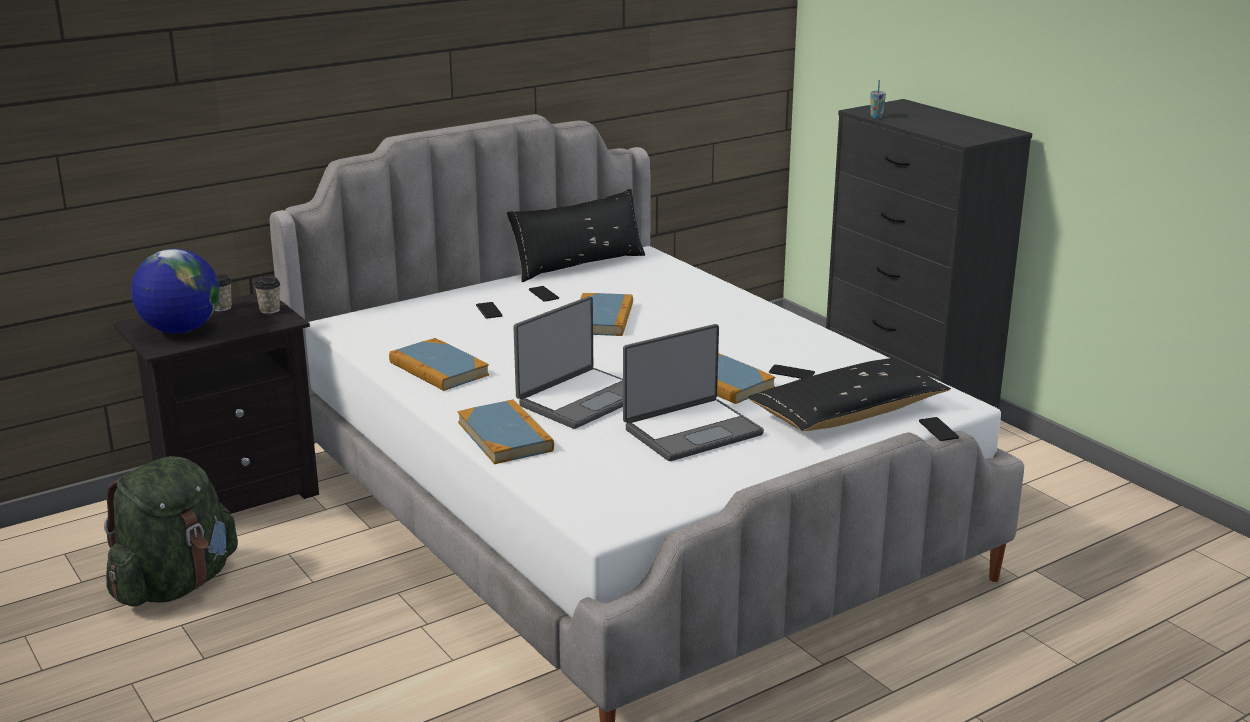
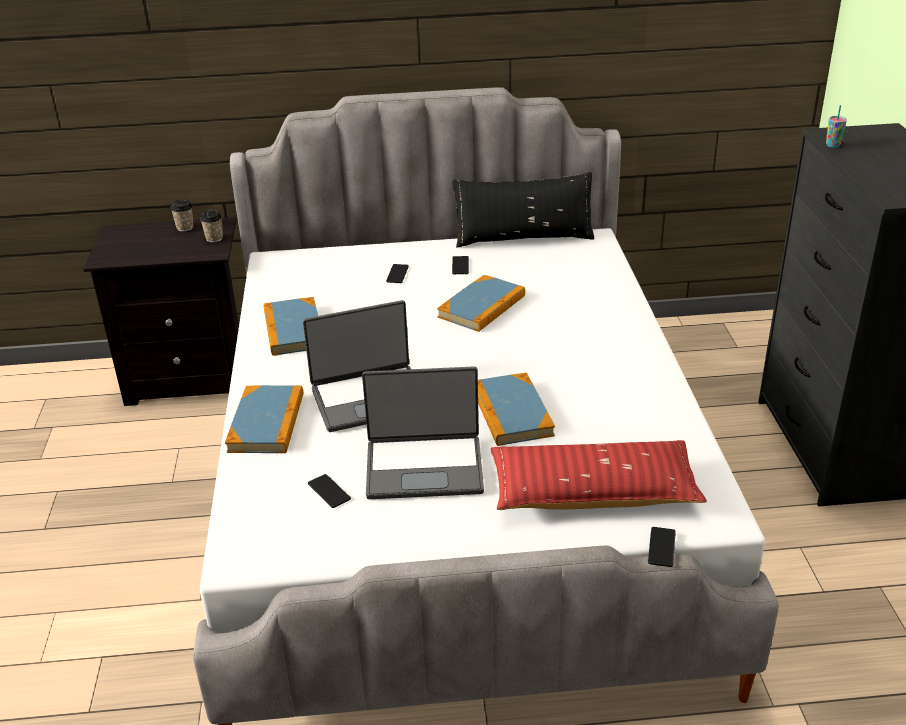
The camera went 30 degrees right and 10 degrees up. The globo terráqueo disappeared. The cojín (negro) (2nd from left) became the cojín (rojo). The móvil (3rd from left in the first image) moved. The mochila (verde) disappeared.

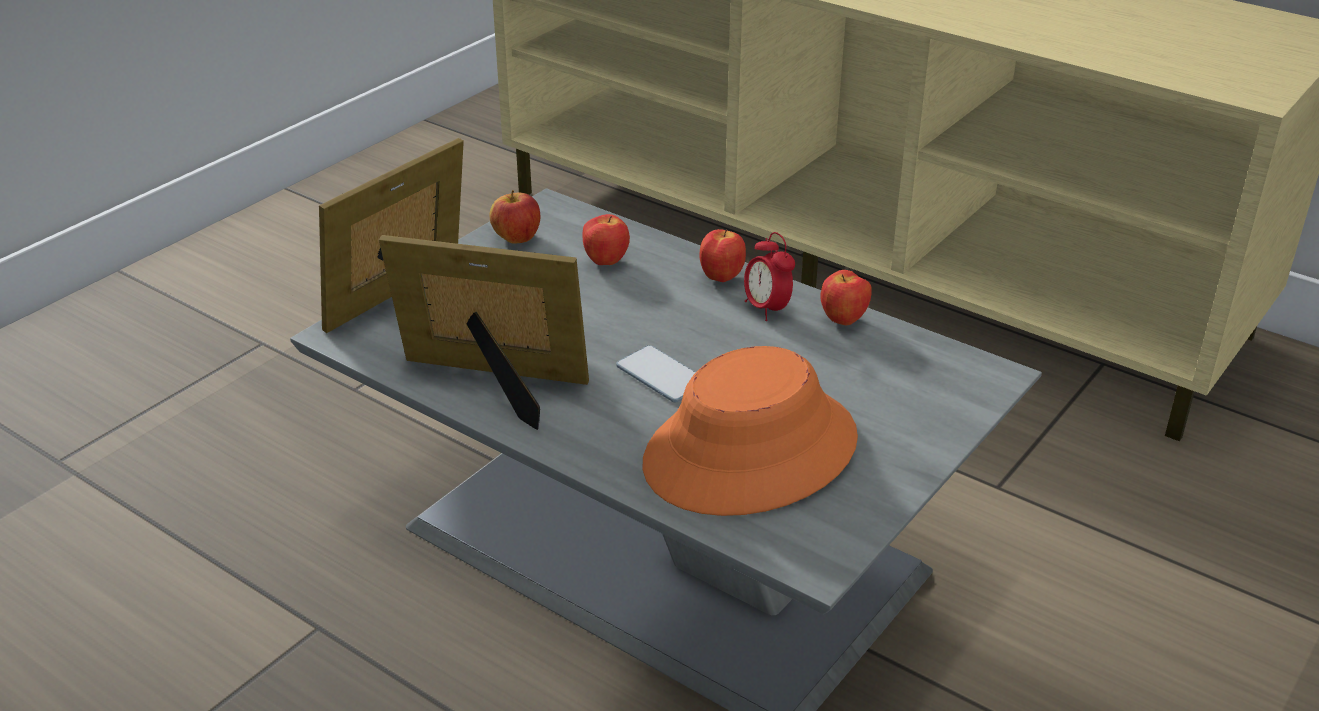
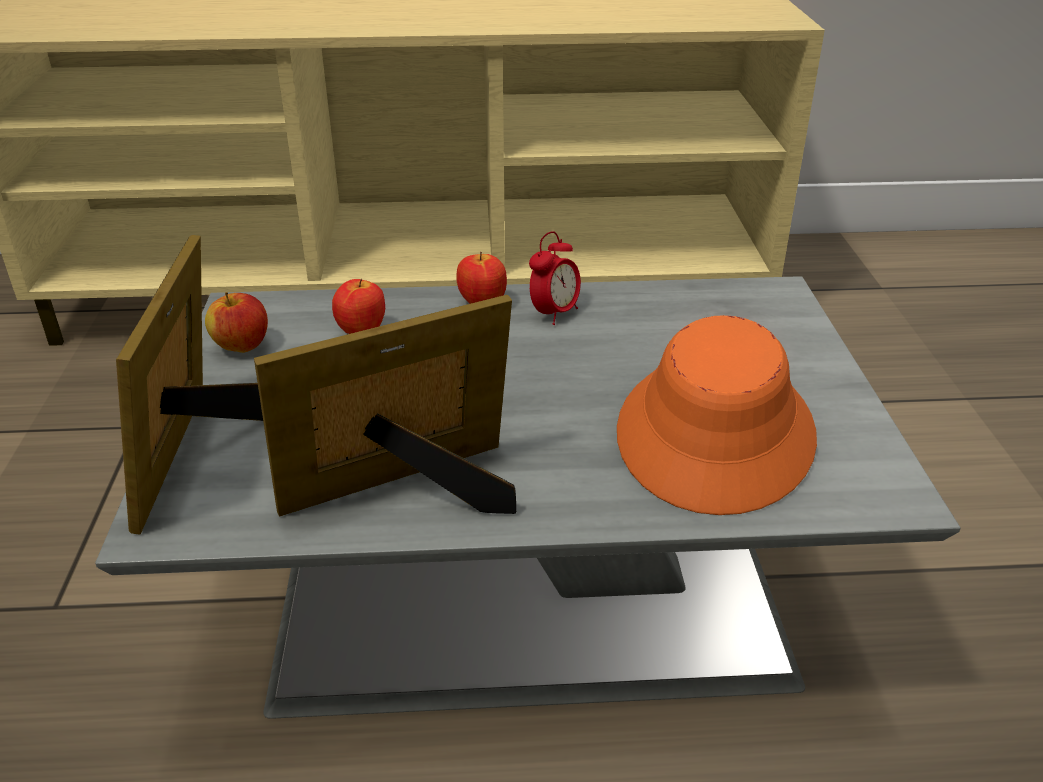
The camera went 40 degrees left and 0 degrees up. The despertador turned 75 degrees counterclockwise. The manzana (4th from left) disappeared. The móvil disappeared.

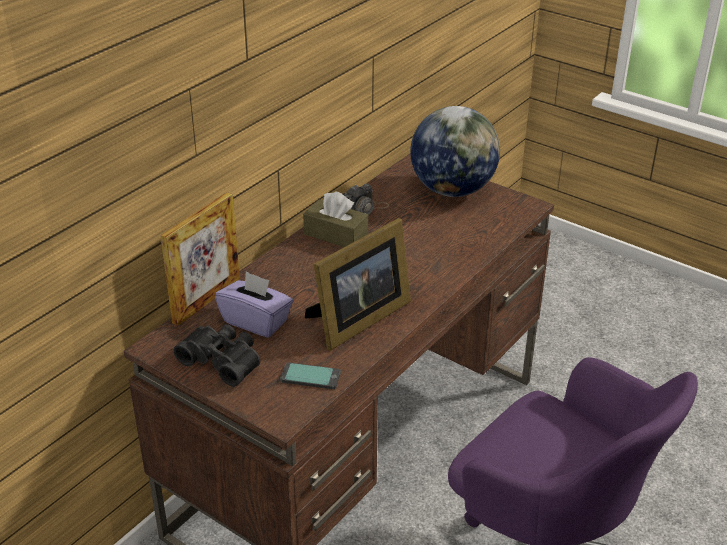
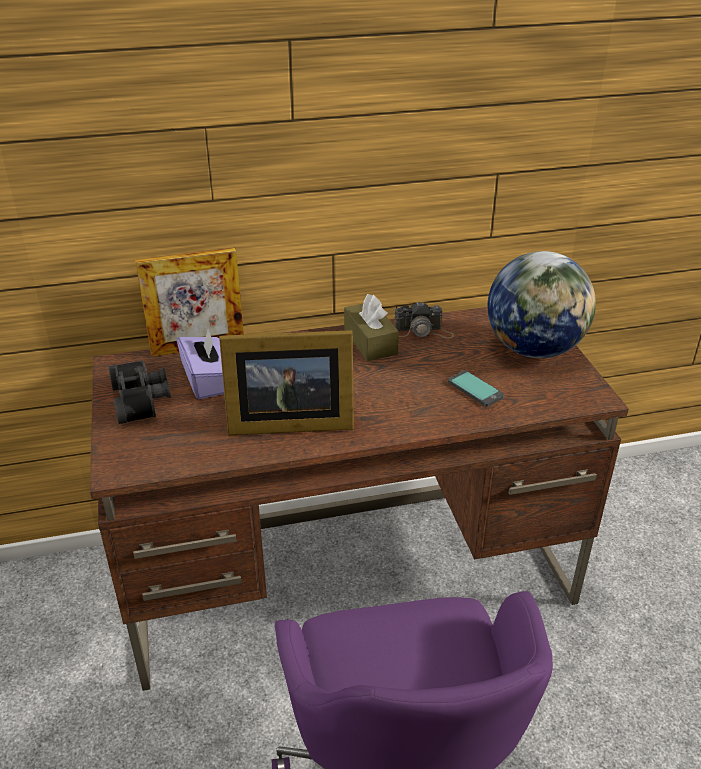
The camera went 40 degrees right and 0 degrees up. The móvil moved.

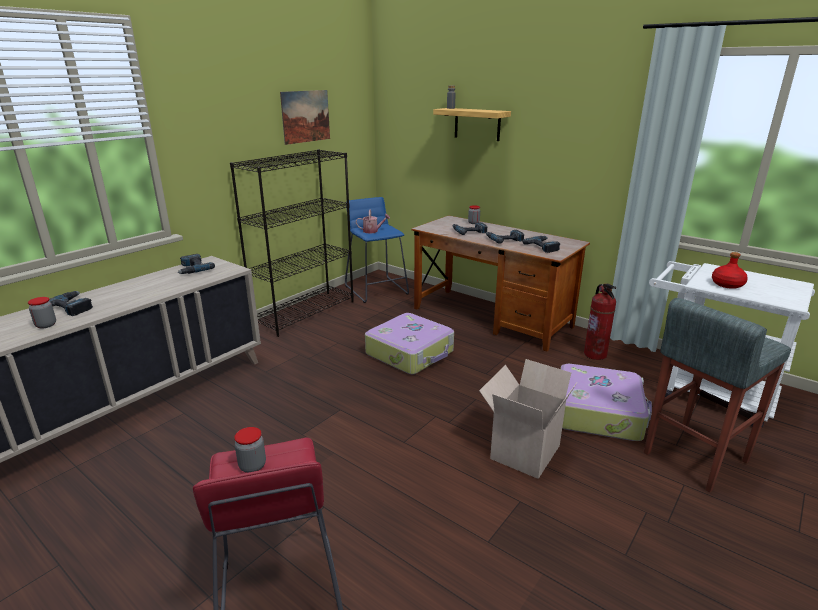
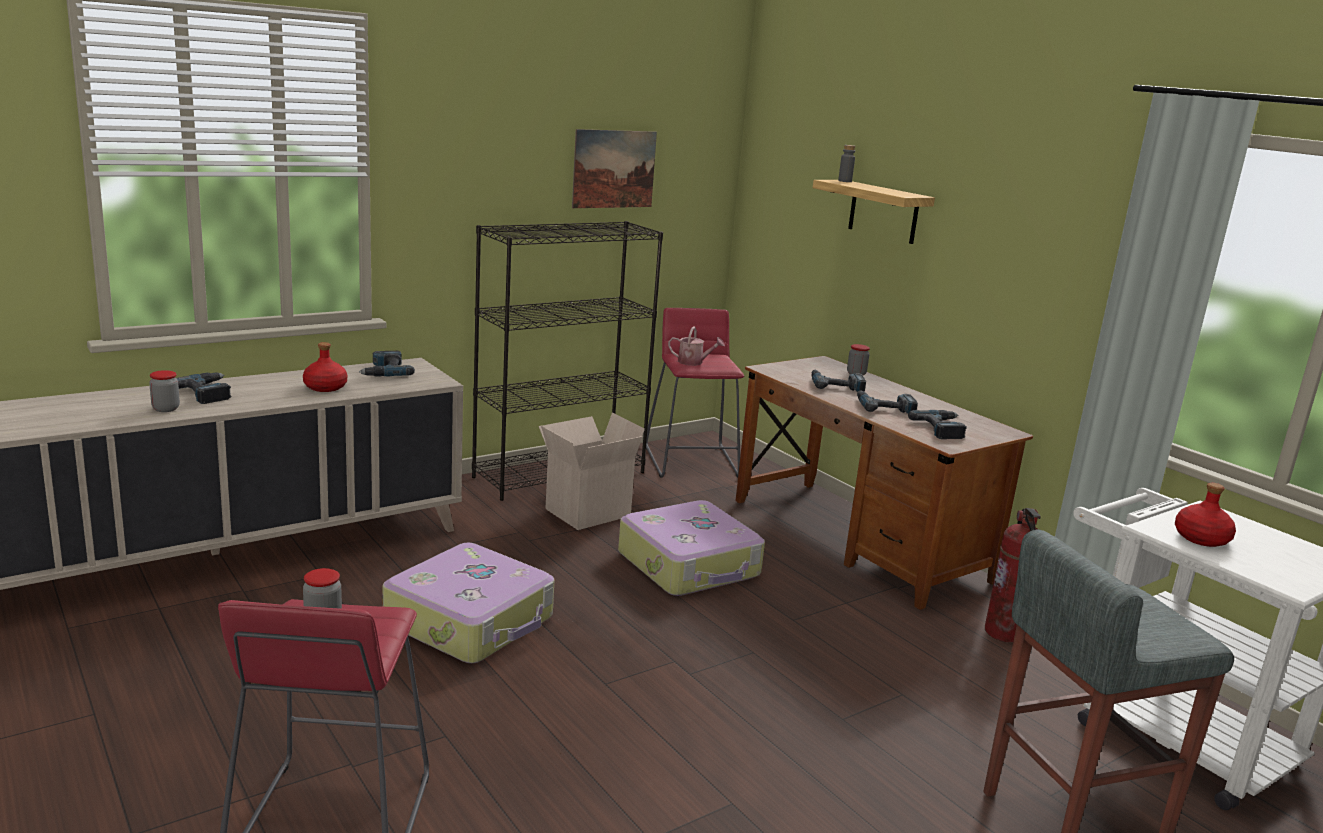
The camera went 15 degrees right and 5 degrees down. The taburete (azul) became the taburete (rojo) (2nd from left). The caja de cartón moved. The maleta (2nd from left in the first image) moved. The botella (rojo) (1st from left) appeared.

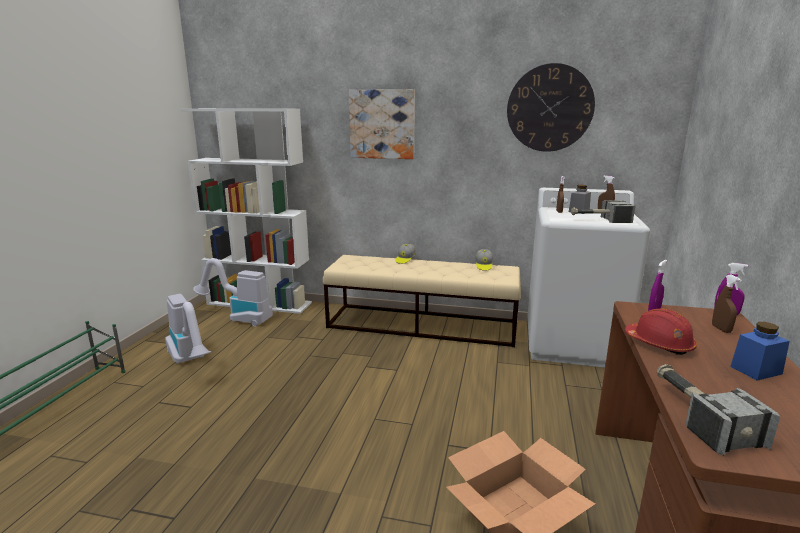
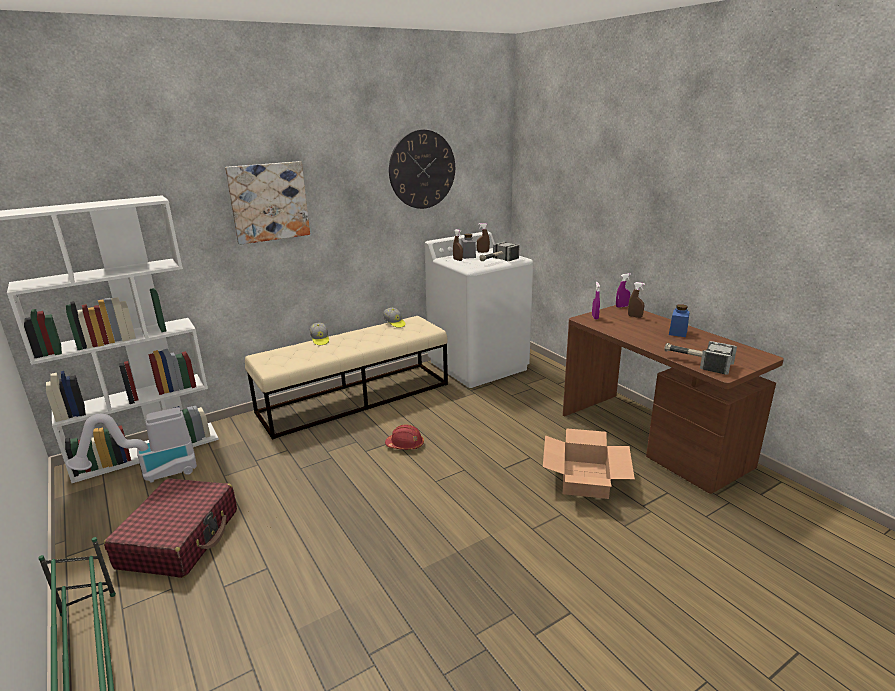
The camera went 45 degrees left and 5 degrees up. The aspiradora (1st from left) was replaced by the maleta (rojo). The casco (rojo) moved.

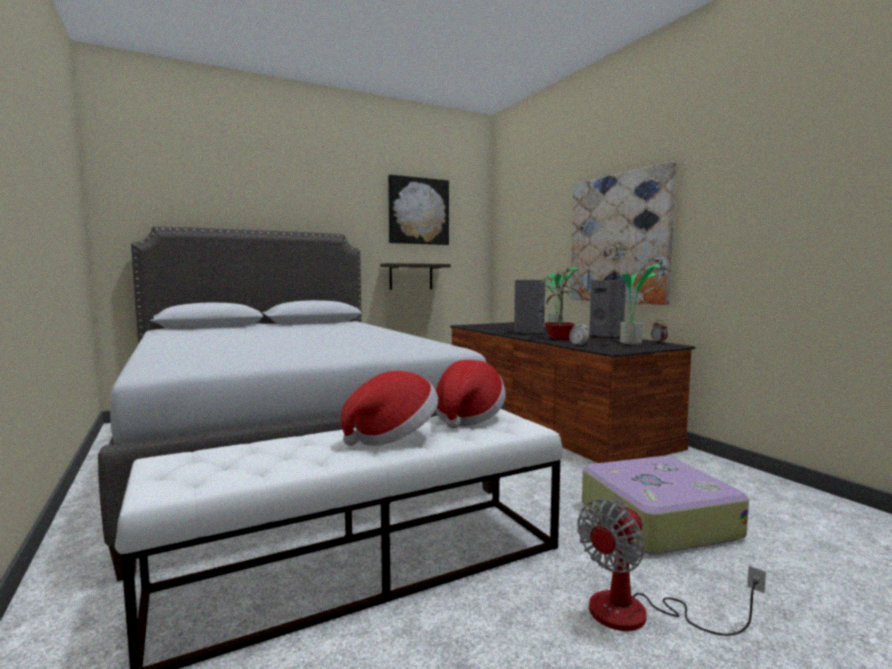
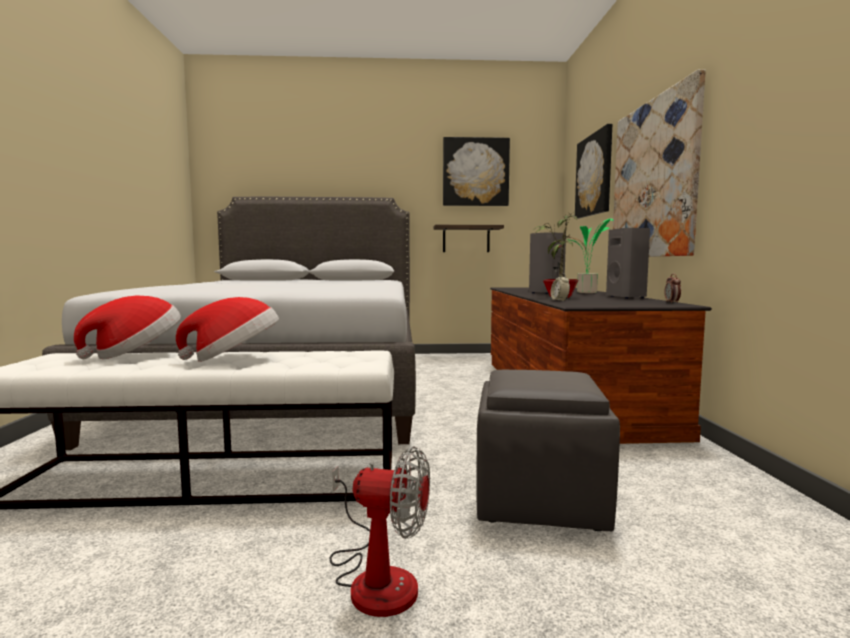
The camera went 25 degrees right and 0 degrees up. The planta en maceta (3rd from left) disappeared. The sombrero (2nd from left in the first image) moved. The maleta was replaced by the puf (gris). The ventilador turned 150 degrees counterclockwise. The cuadro (2nd from left) appeared.

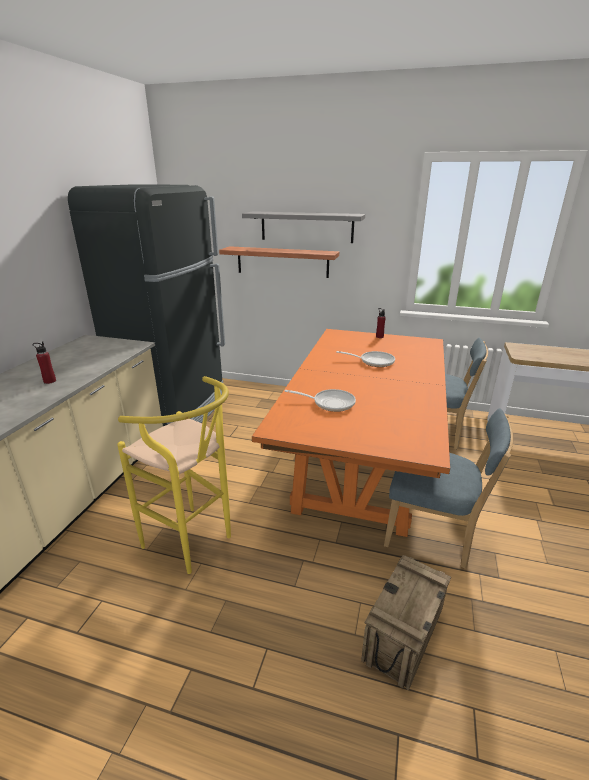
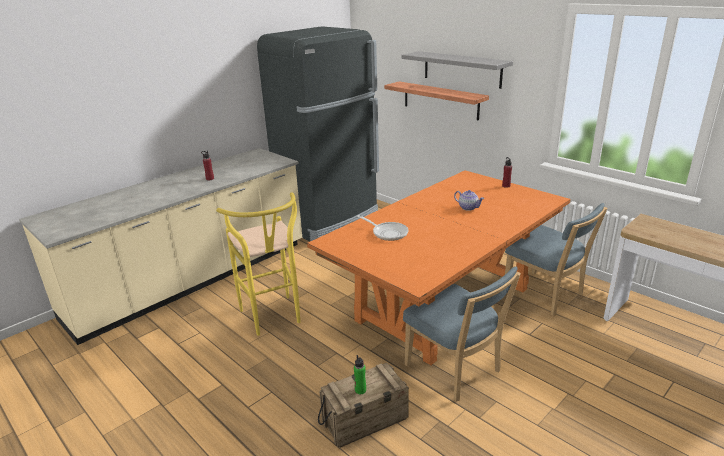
The camera went 30 degrees right and 0 degrees up. The sartén (2nd from left) was replaced by the tetera. The botella (verde) appeared.

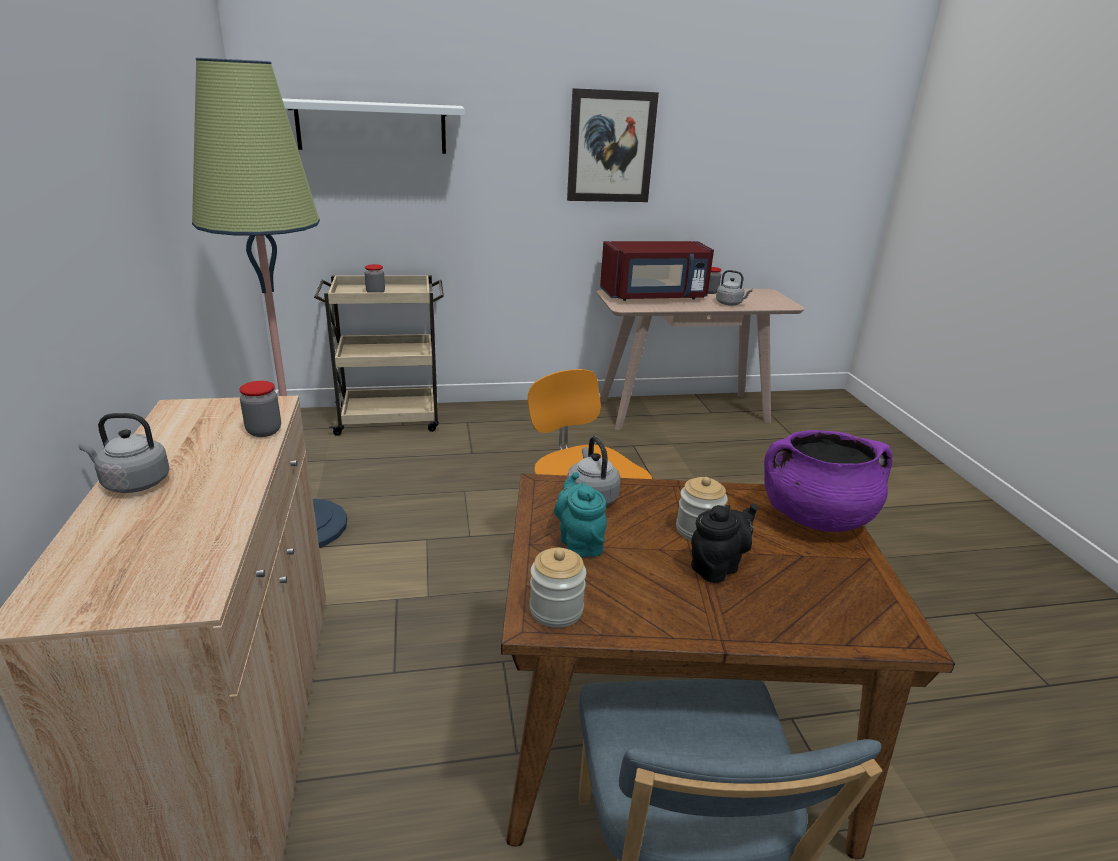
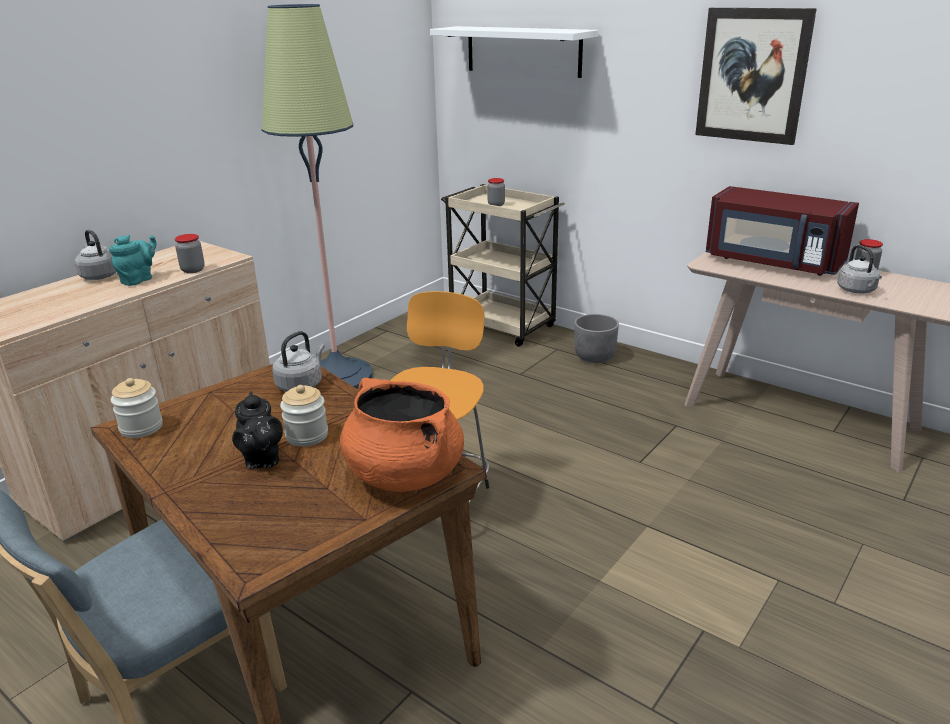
The camera went 50 degrees right and 0 degrees up. The olla (morado) became the olla (naranja). The tetera (turquesa) moved. The tetera (negro) turned 60 degrees clockwise. The maceta (gris) appeared.

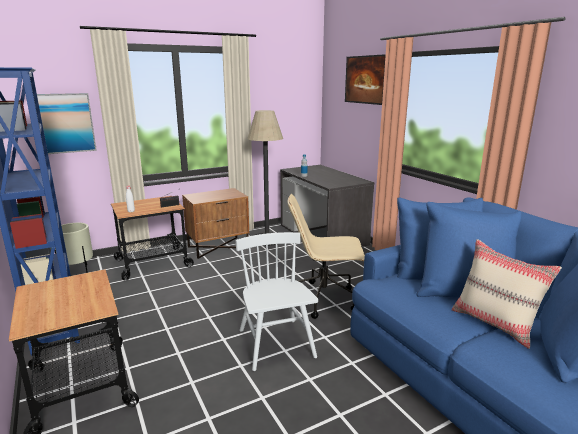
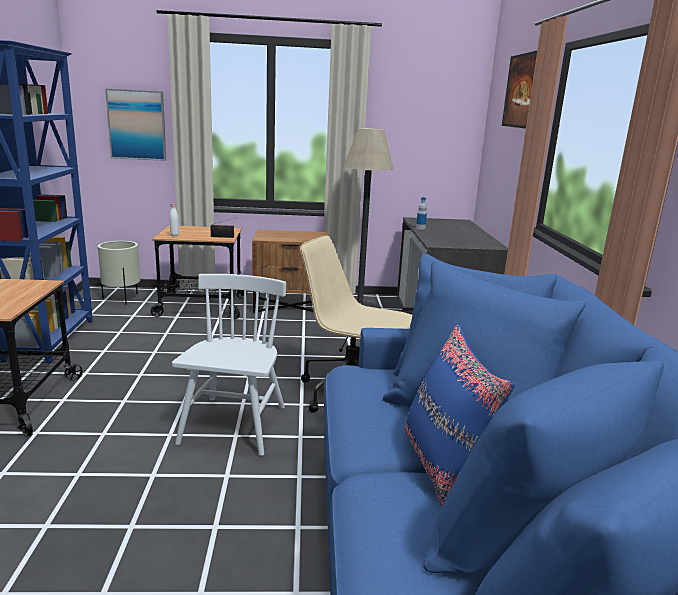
The camera went 25 degrees right and 0 degrees up. The cojín (beis) became the cojín (azul).

